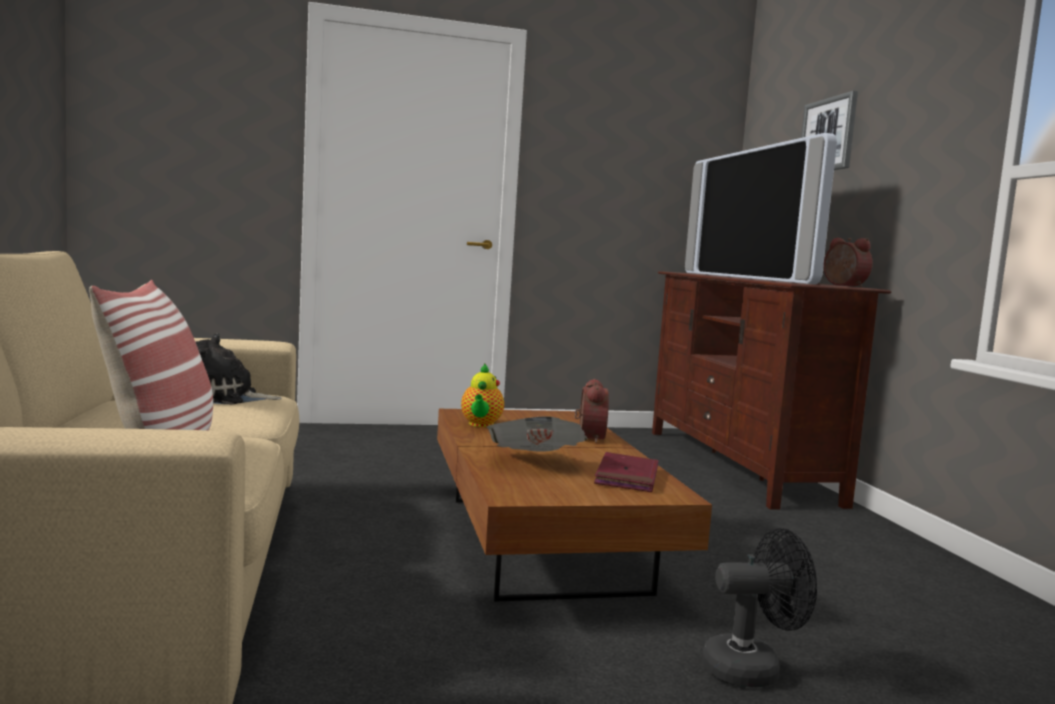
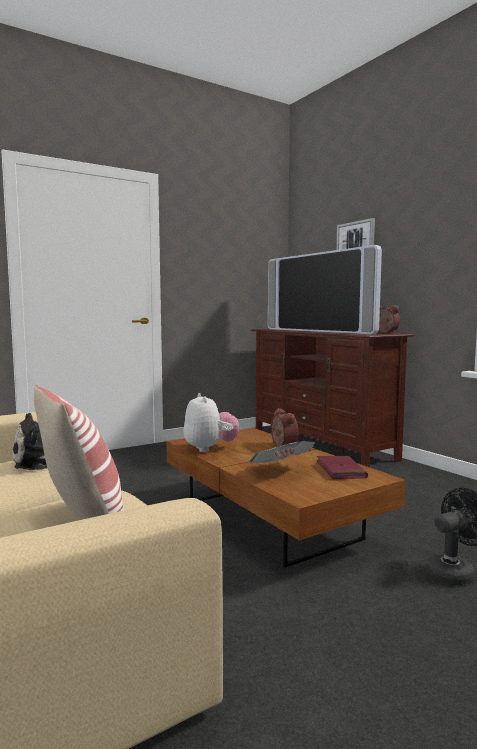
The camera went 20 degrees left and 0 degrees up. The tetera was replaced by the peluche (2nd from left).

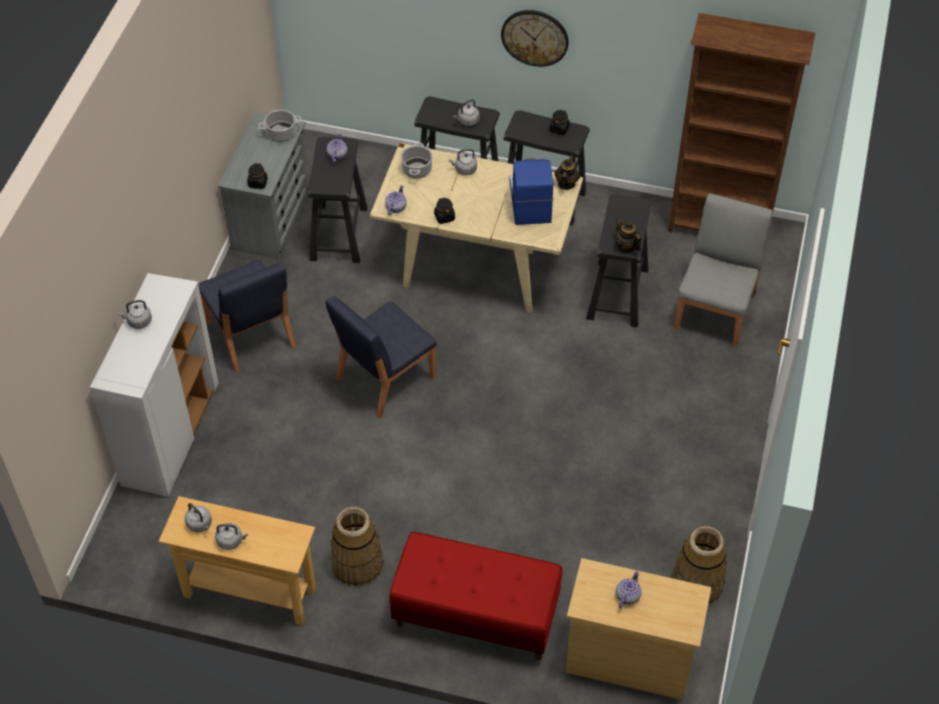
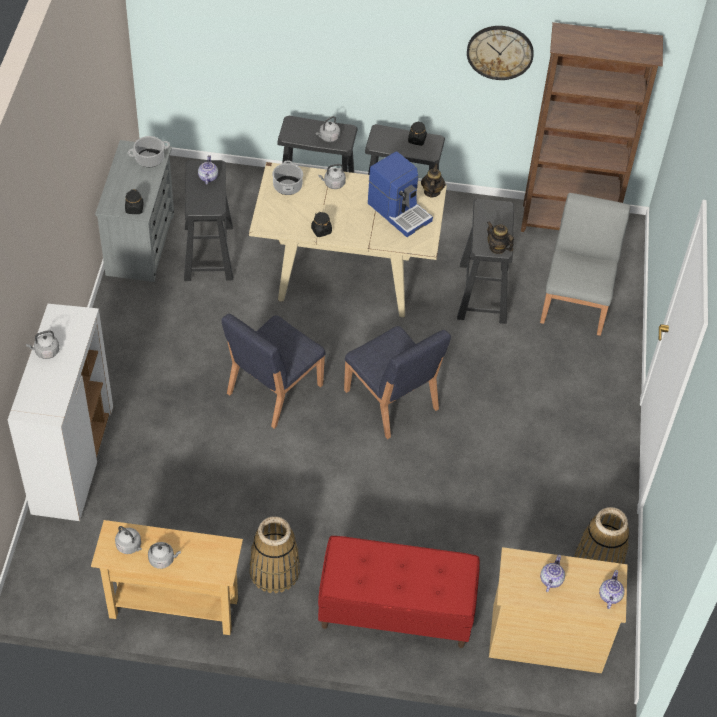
The camera went 10 degrees left and 0 degrees up. The reloj de pared moved. The cafetera turned 150 degrees clockwise. The tetera (2nd from left in the first image) moved. The silla (azul) (1st from left in the first image) moved.

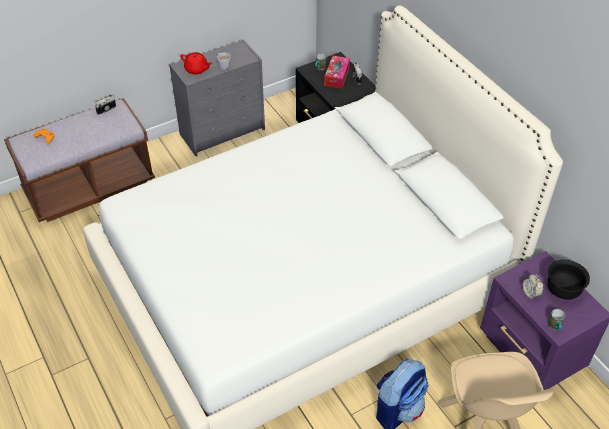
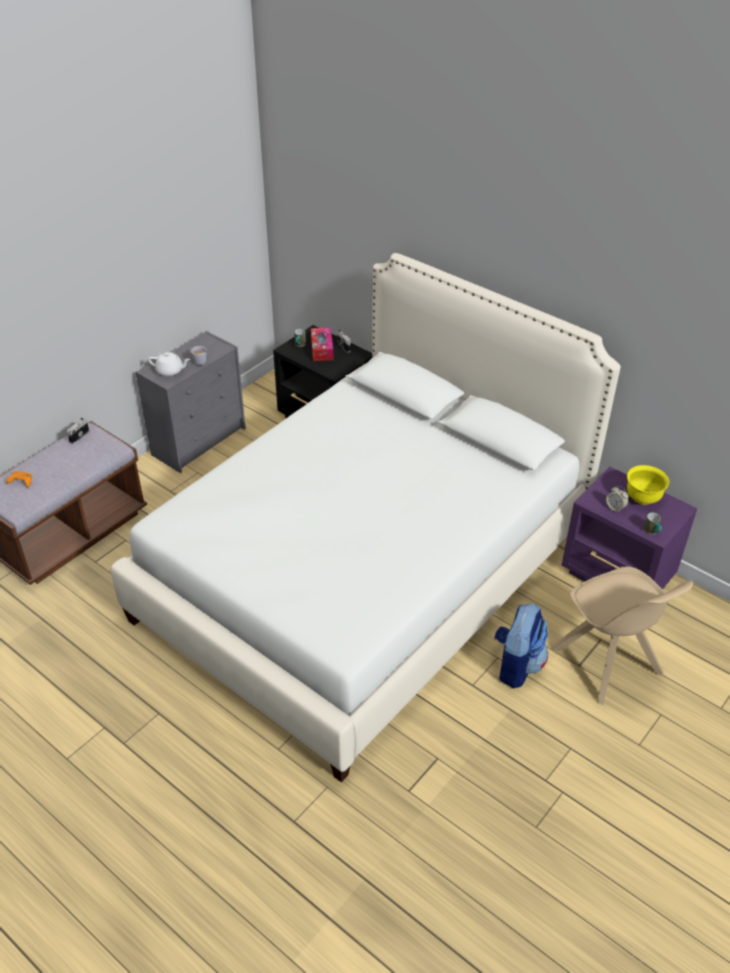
The camera went 20 degrees left and 5 degrees down. The tetera (rojo) became the tetera (blanco). The cuenco (negro) became the cuenco (amarillo).

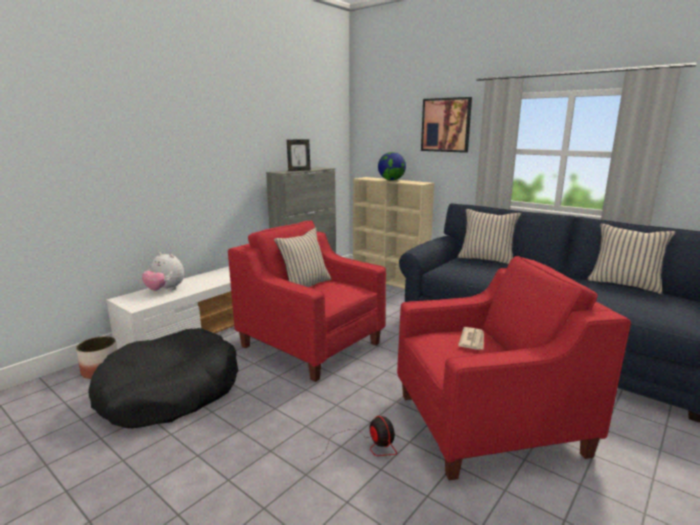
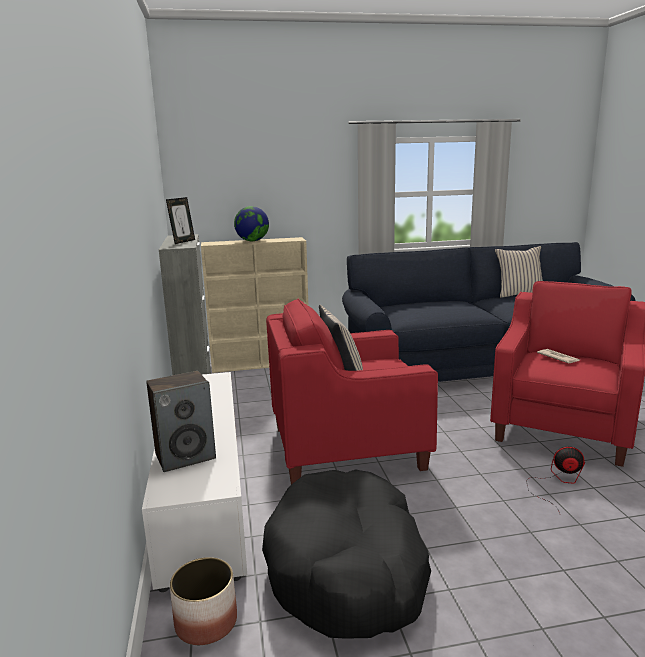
The camera went 50 degrees left and 0 degrees up. The cuadro disappeared. The cojín (beis) (2nd from left) disappeared. The peluche was replaced by the altavoz.

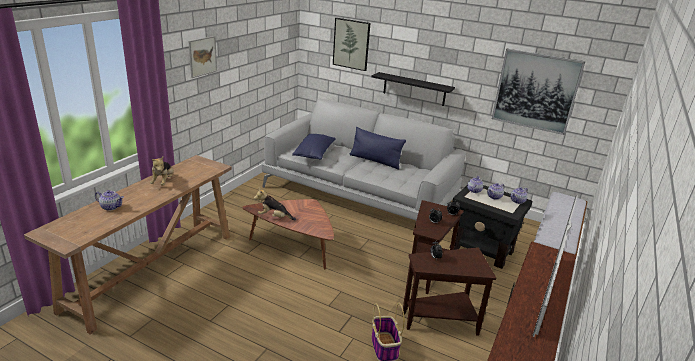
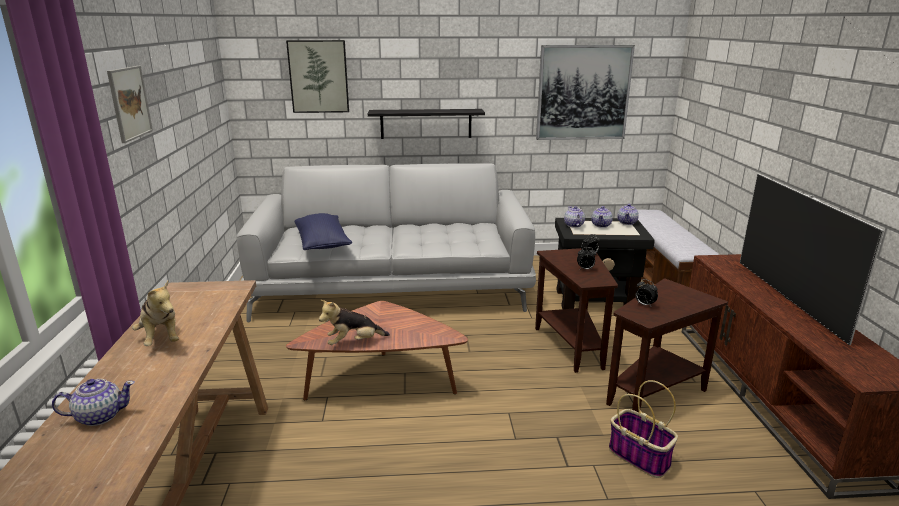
The camera went 30 degrees left and 5 degrees down. The cojín (azul) (2nd from left) disappeared.

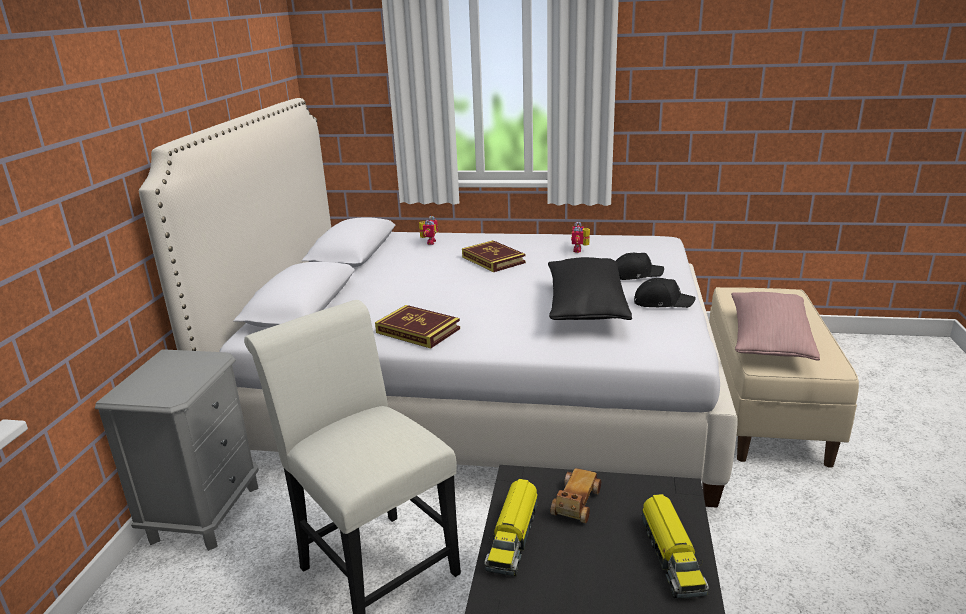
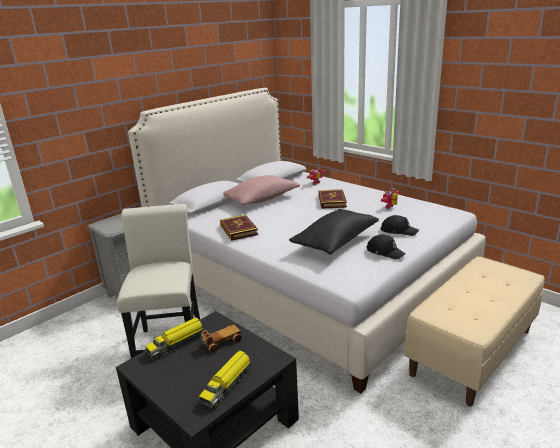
The camera went 35 degrees right and 0 degrees up. The cojín (rosa) moved.

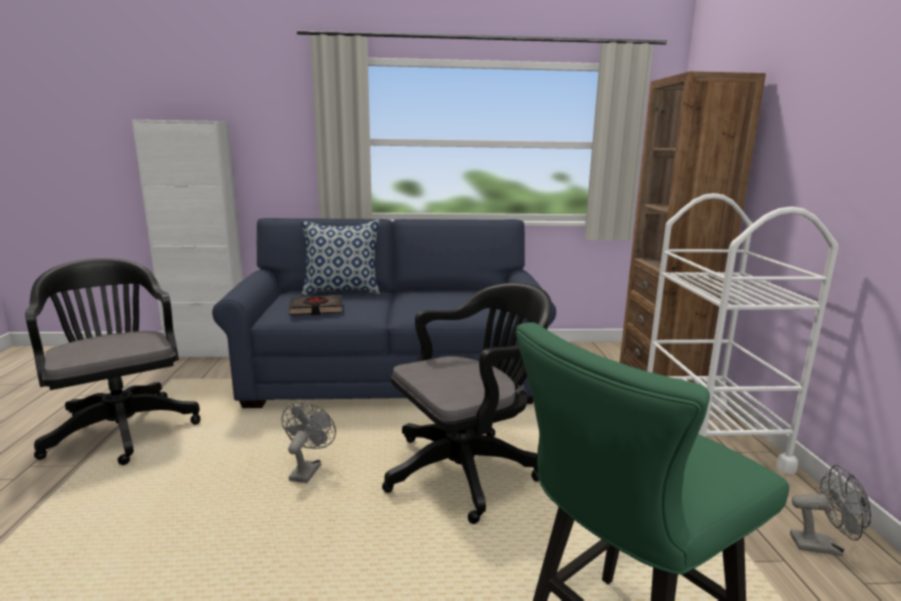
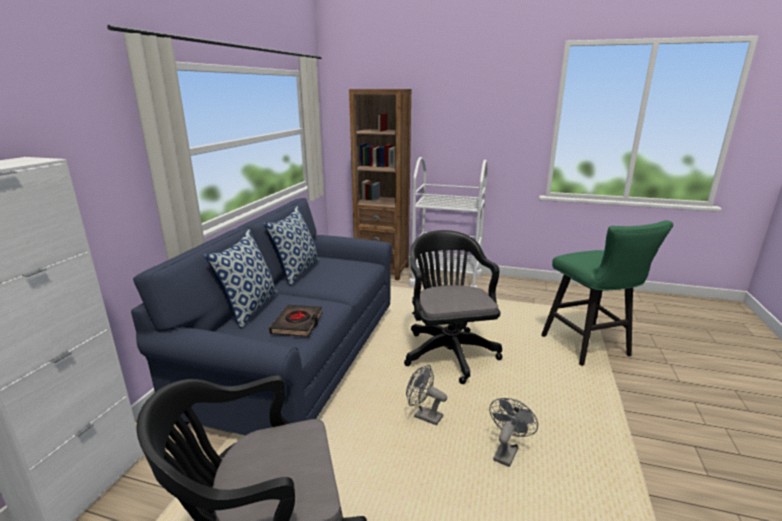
The camera went 70 degrees left and 5 degrees up. The ventilador (gris) (2nd from left) moved. The cojín (2nd from left) appeared.

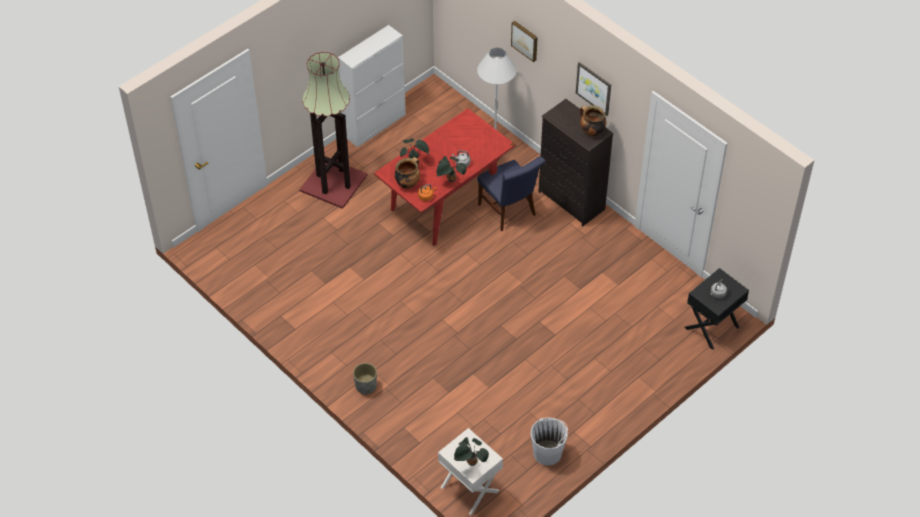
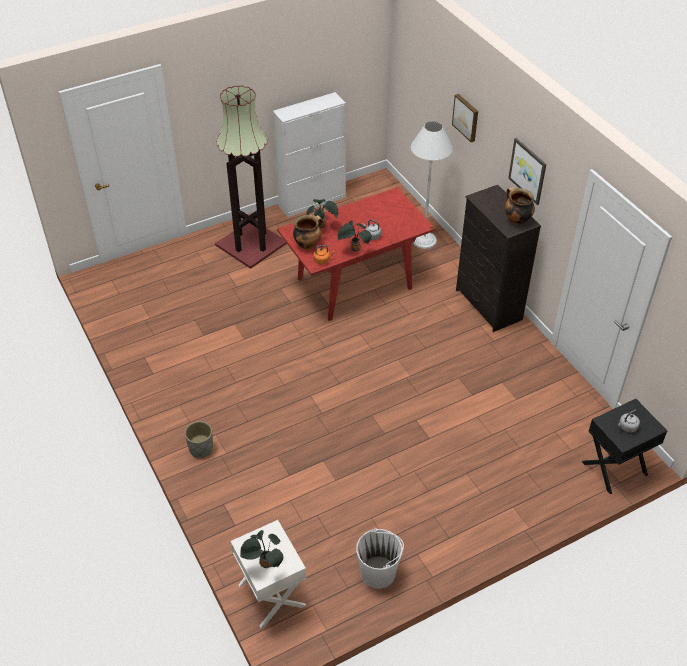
The camera went 15 degrees right and 5 degrees down. The silla (azul) disappeared.

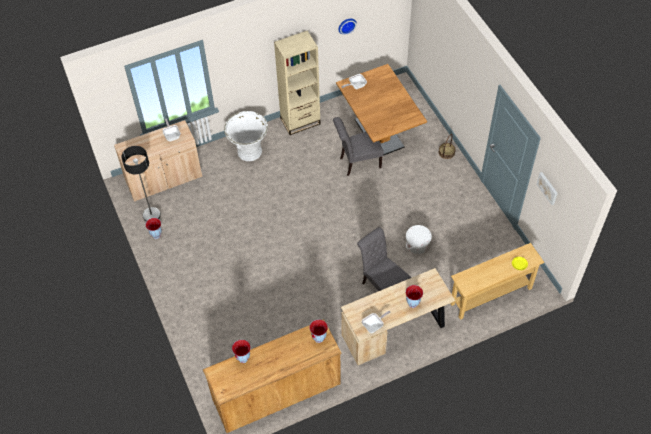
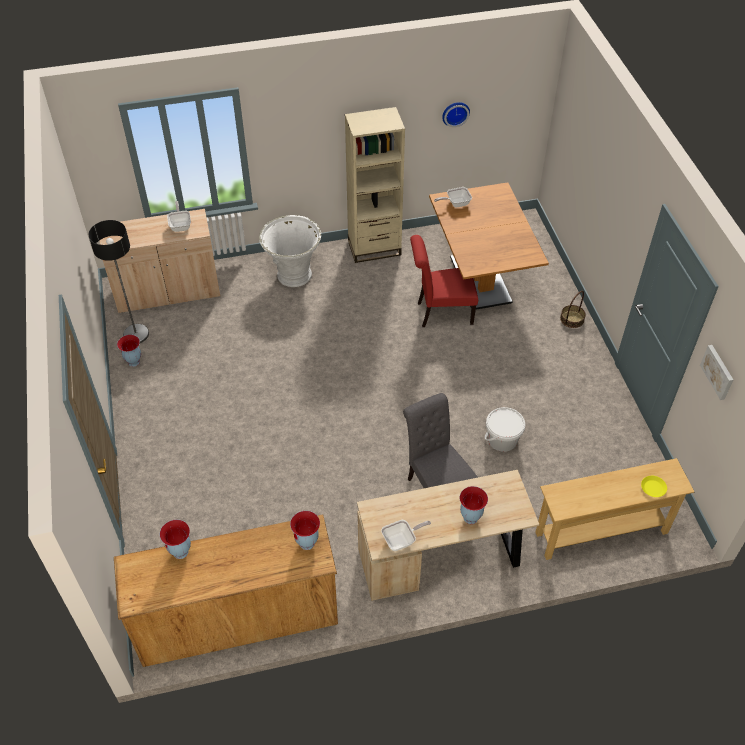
The camera went 10 degrees right and 5 degrees down. The silla (gris) (1st from left) became the silla (rojo).

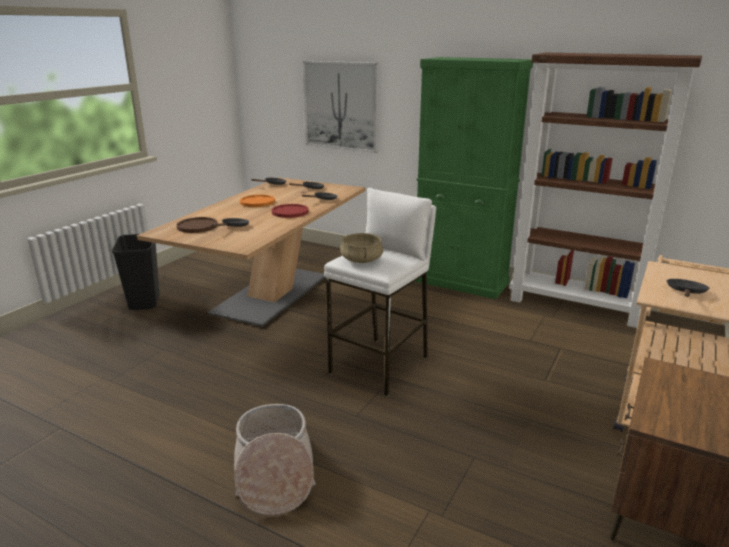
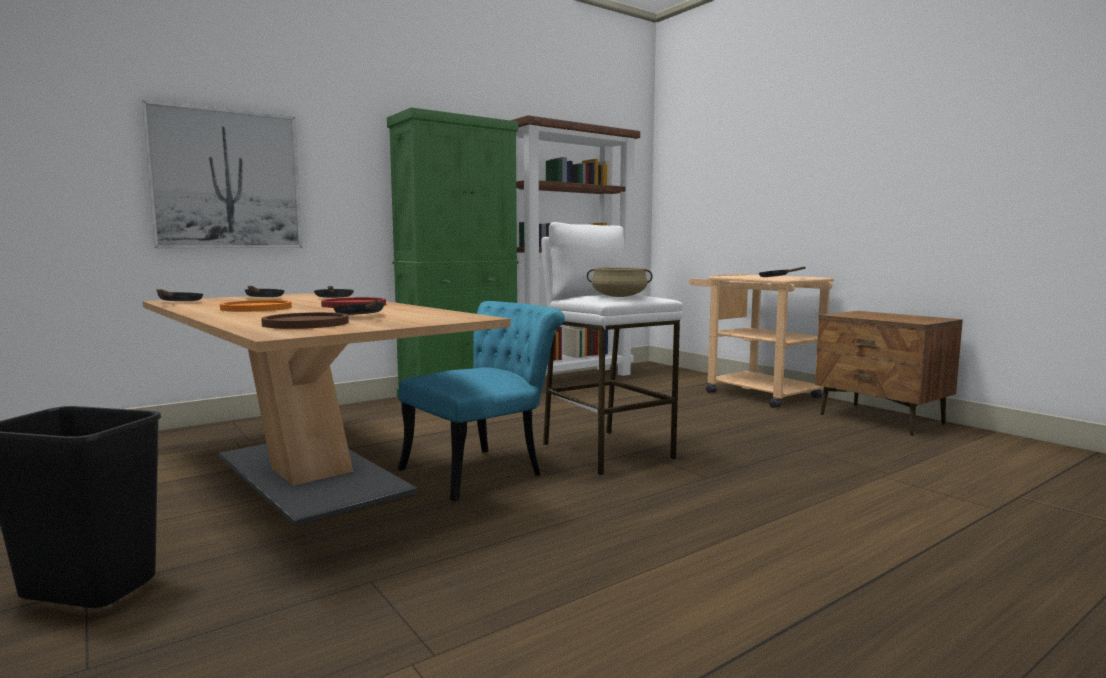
The camera went 65 degrees left and 15 degrees down. The cesta disappeared. The silla (turquesa) appeared.

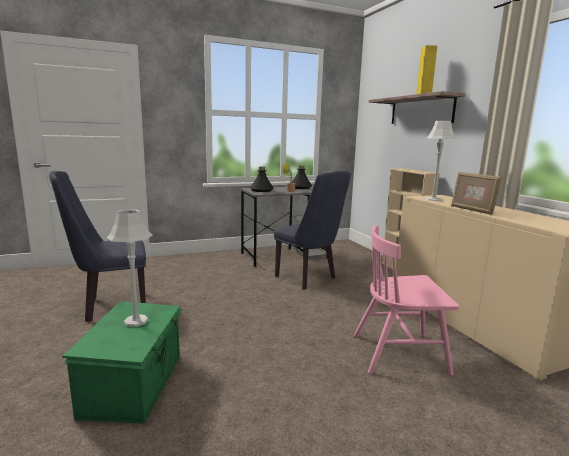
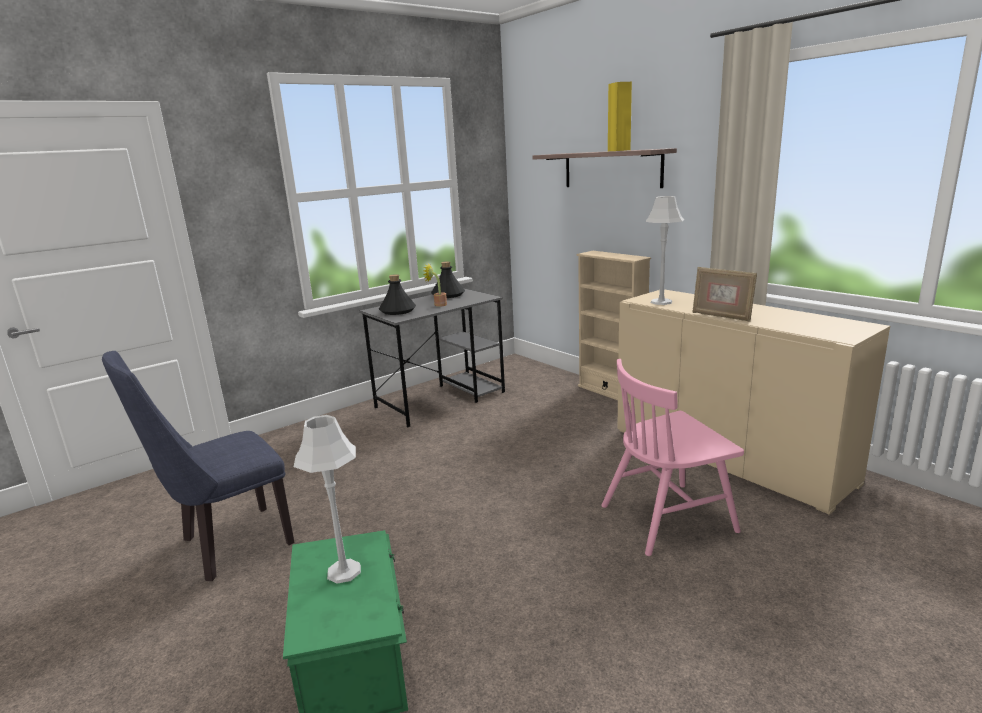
The camera went 15 degrees left and 5 degrees up. The silla (azul) (2nd from left) disappeared.

